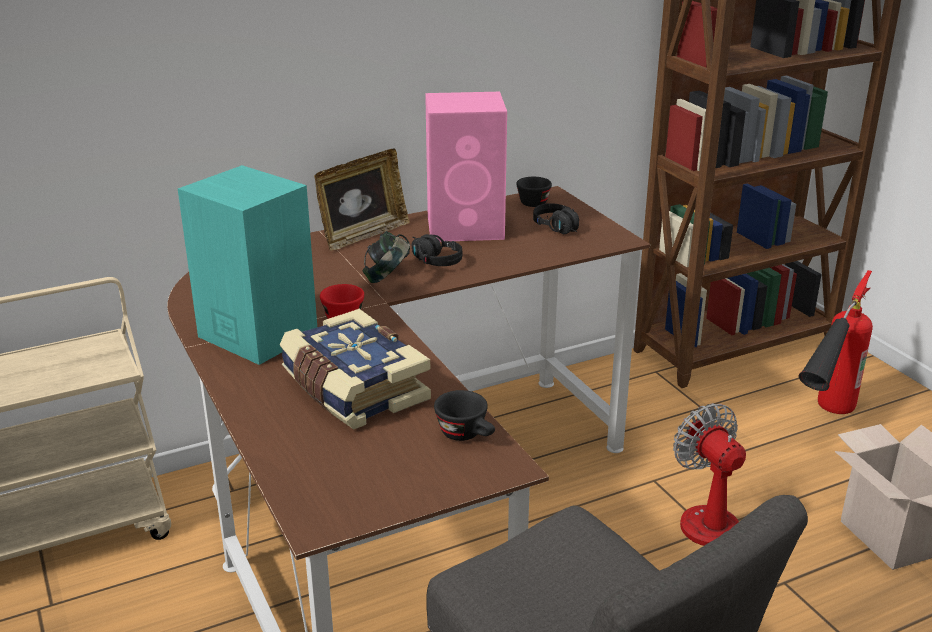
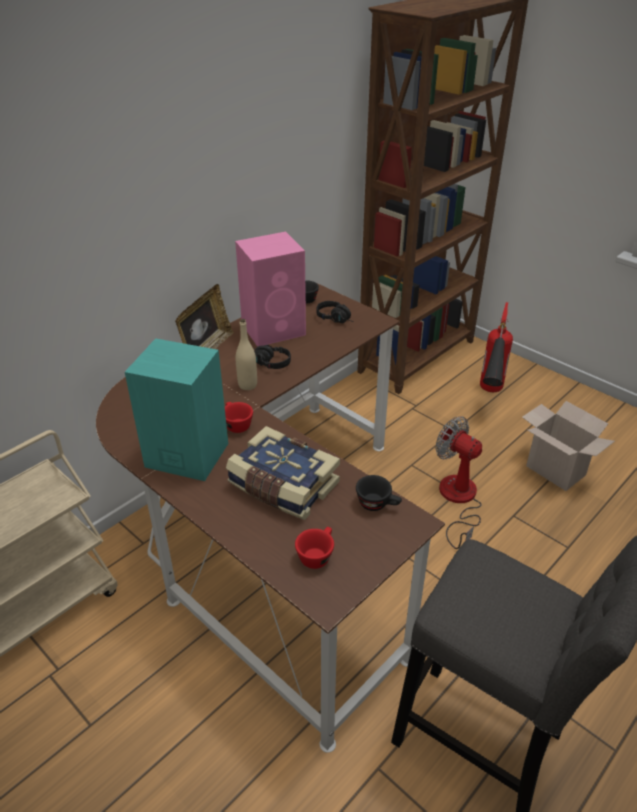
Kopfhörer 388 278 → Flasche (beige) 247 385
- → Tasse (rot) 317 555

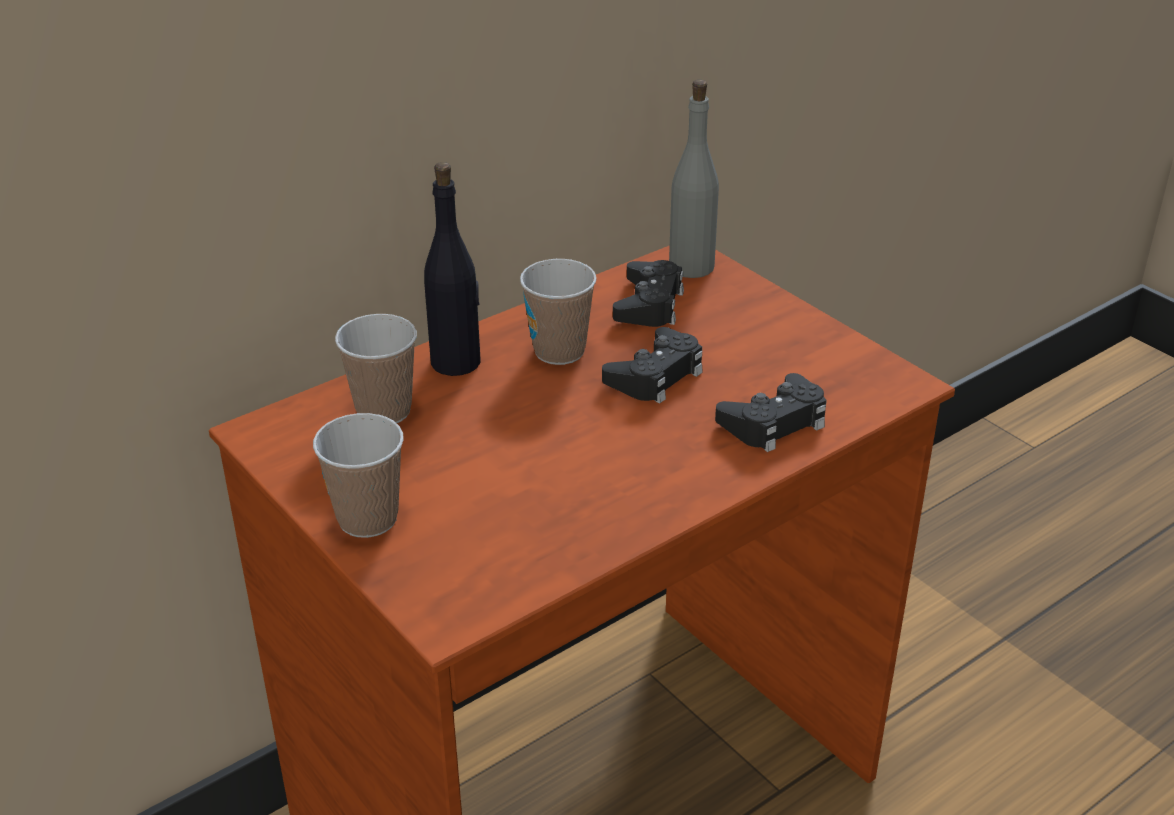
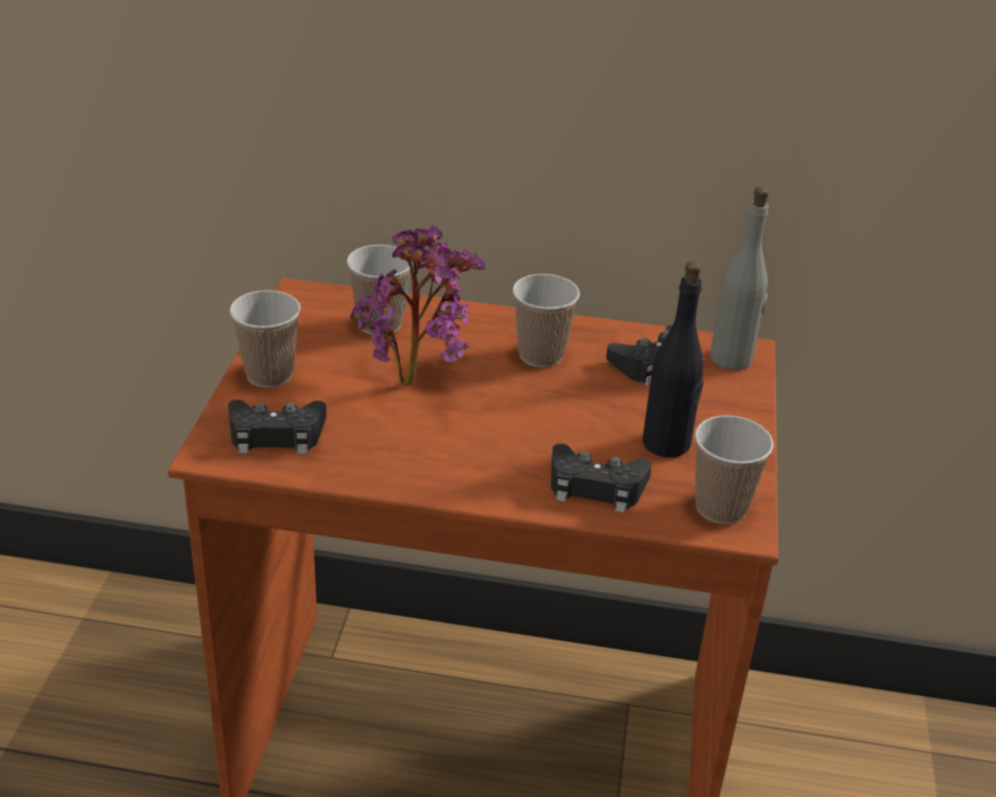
Gamepad (schwarz) 656 375 → Gamepad (schwarz) 276 435, relocated
- → Topfpflanze 419 382
Flasche (schwarz) 456 362 → Flasche (schwarz) 667 444, relocated
- → Tasse 720 507

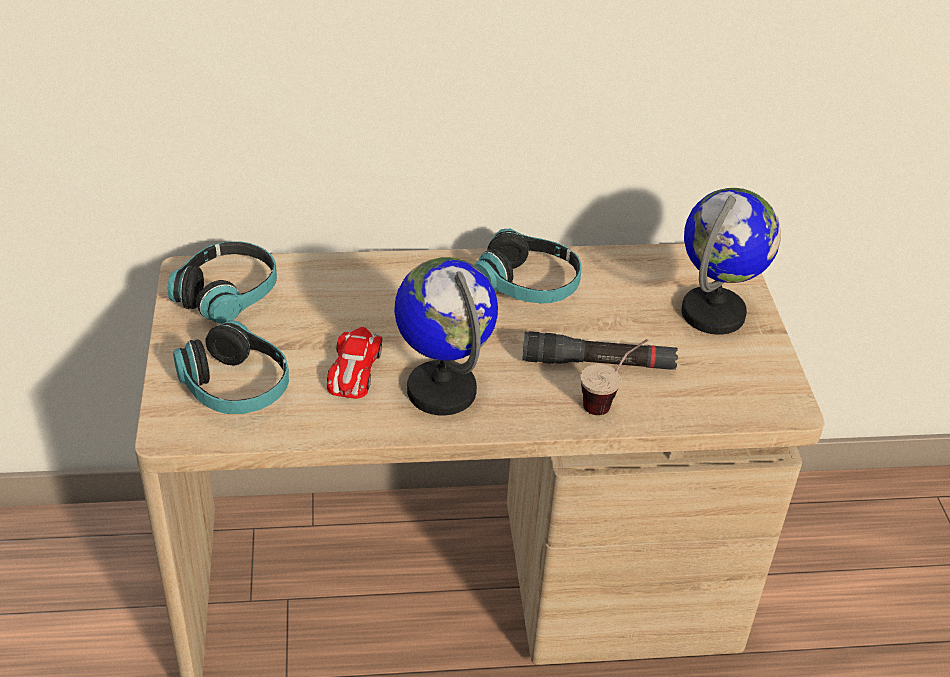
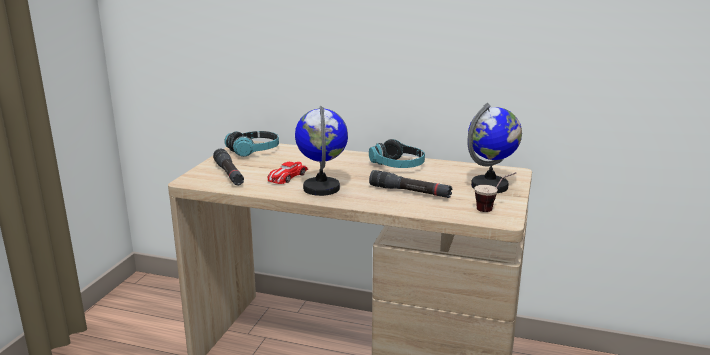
Kopfhörer 235 386 → Taschenlampe (schwarz) 229 174
Tasse 609 401 → Tasse 493 209, relocated

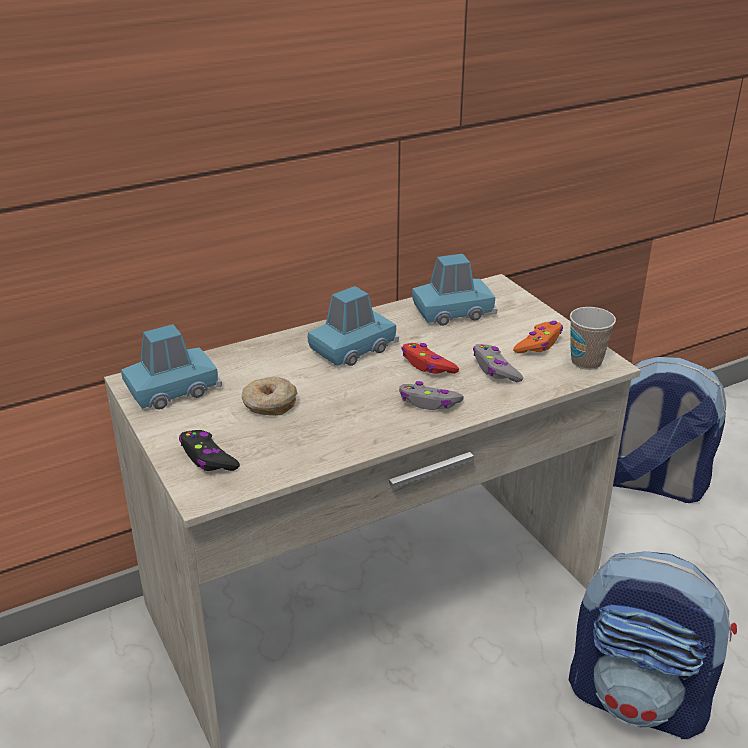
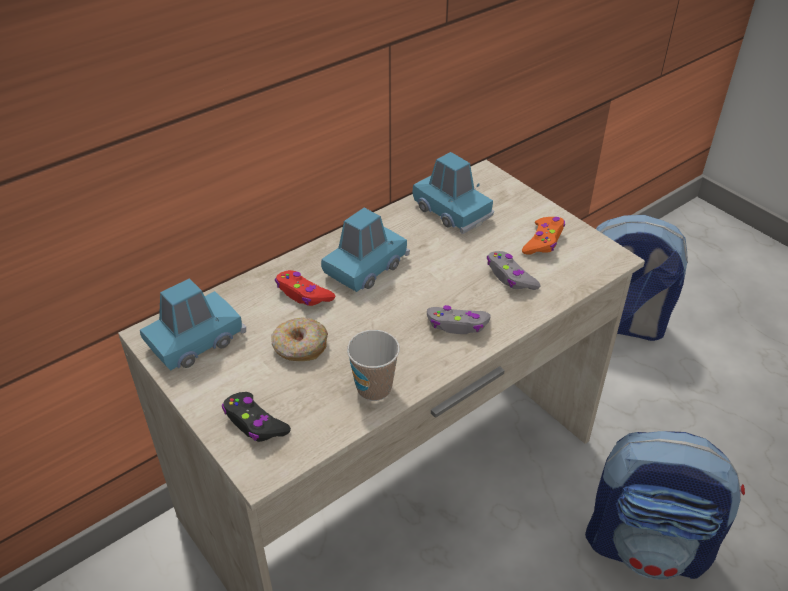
Gamepad (rot) 427 365 → Gamepad (rot) 303 294, relocated
Tasse 586 362 → Tasse 374 388, relocated
Spielzeugauto (blau) 453 312 → Spielzeugauto (blau) 452 211, 75 degrees clockwise

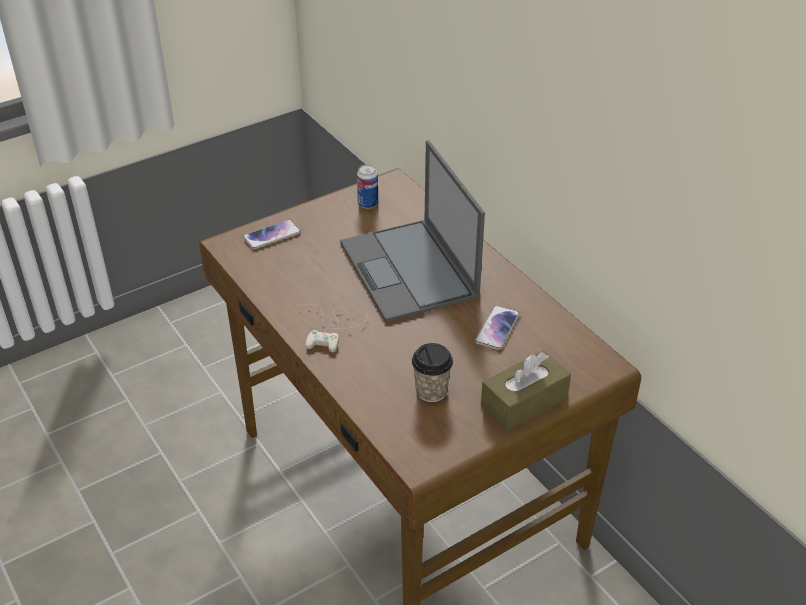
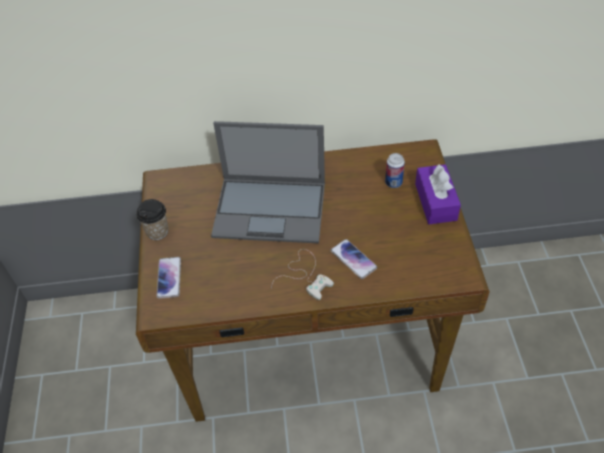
Tasse 431 391 → Tasse 157 231, relocated
Handy 497 328 → Handy 353 259, relocated
Dose 368 204 → Dose 393 183, relocated
Taschentuchbox (braun) 524 402 → Taschentuchbox (lila) 435 202

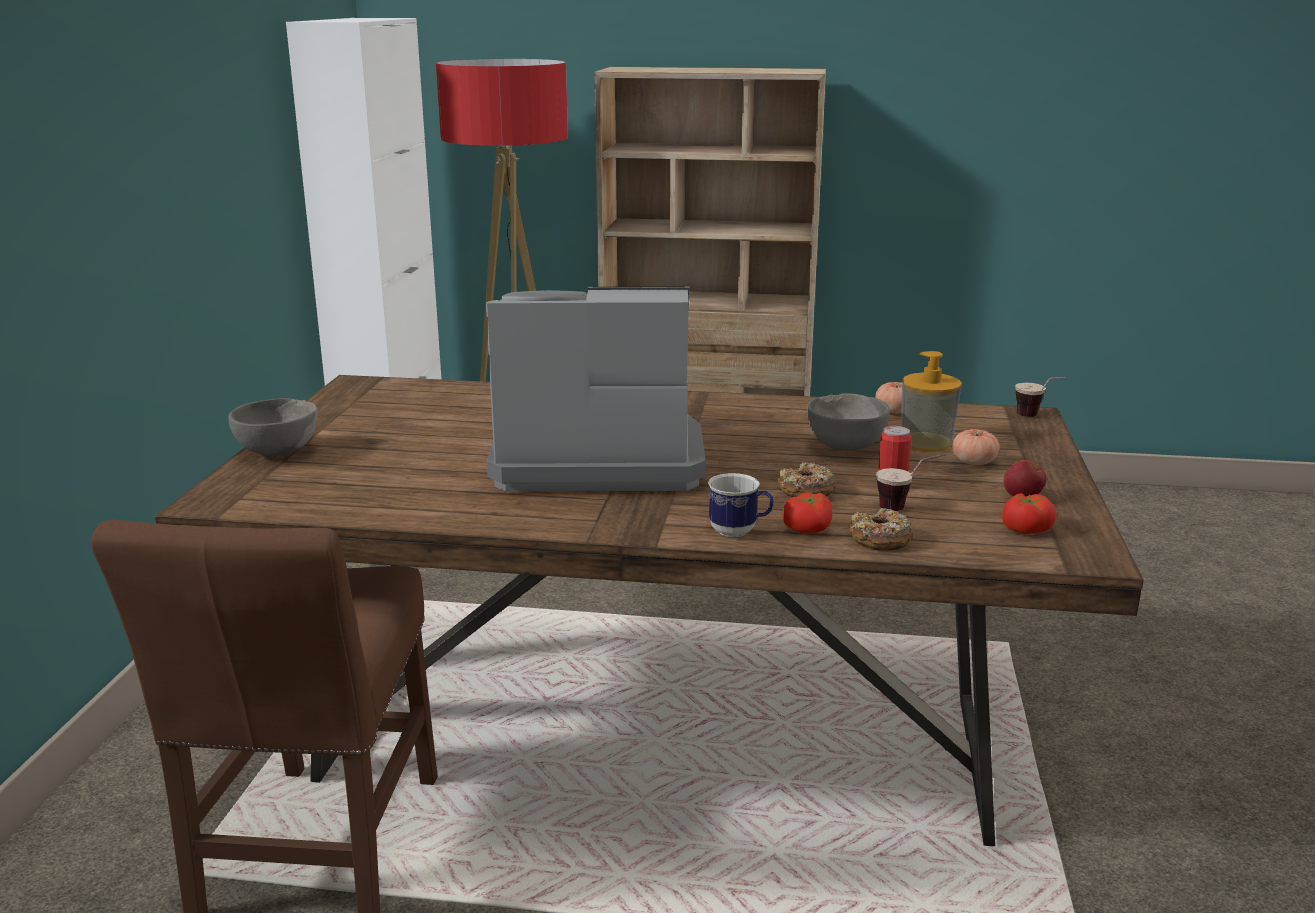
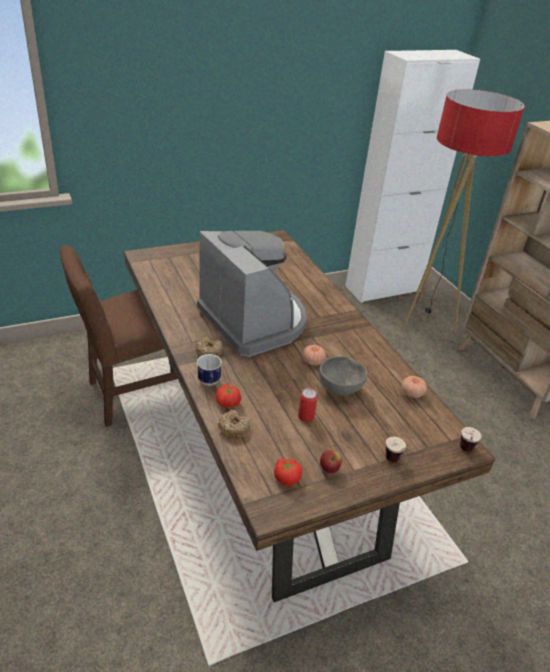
Donut 806 491 → Donut 209 352, relocated
Tomate 974 462 → Tomate 313 361, relocated
Tasse 906 508 → Tasse 396 463, relocated
Schüssel (grau) 279 452 → -
Seifenspender 926 442 → -

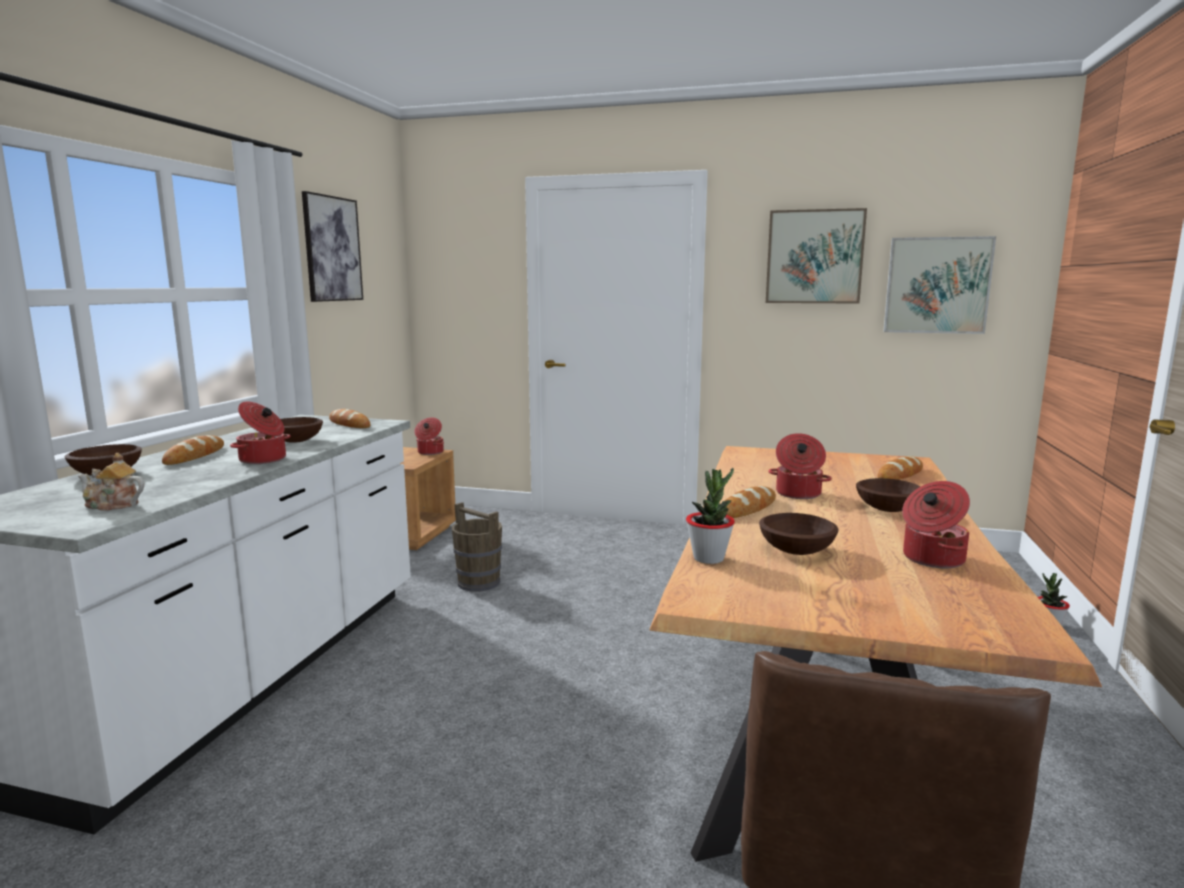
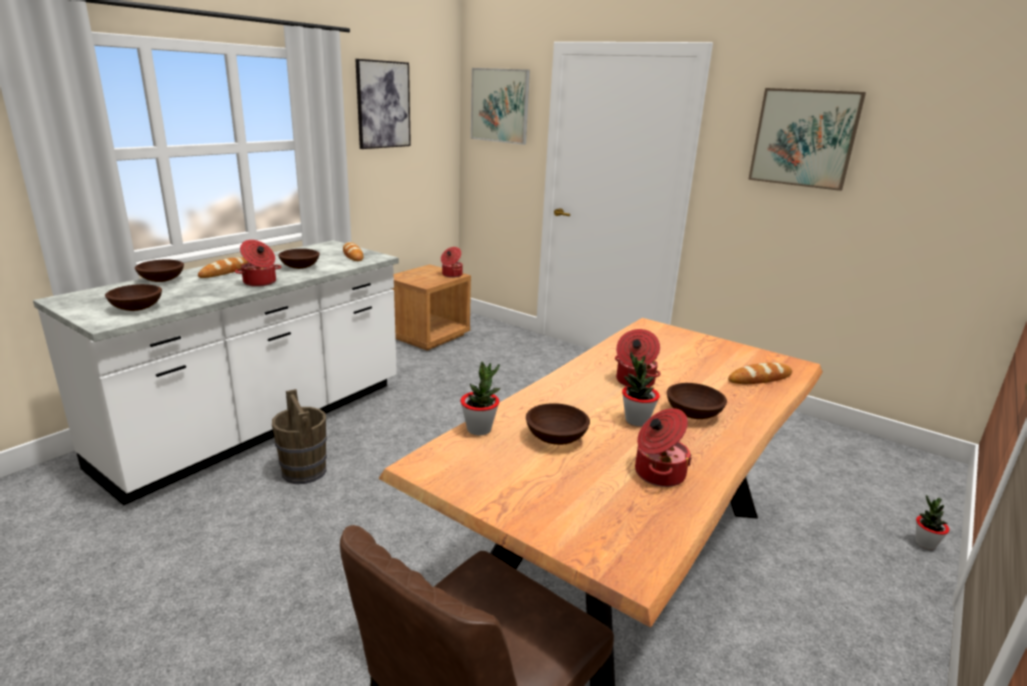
Teekanne 113 505 → Schüssel (braun) 136 308
Eimer (braun) 478 582 → Eimer (braun) 304 471, relocated
Bild 937 285 → Bild 499 105, relocated
- → Topfpflanze 636 420
Brot 747 508 → -

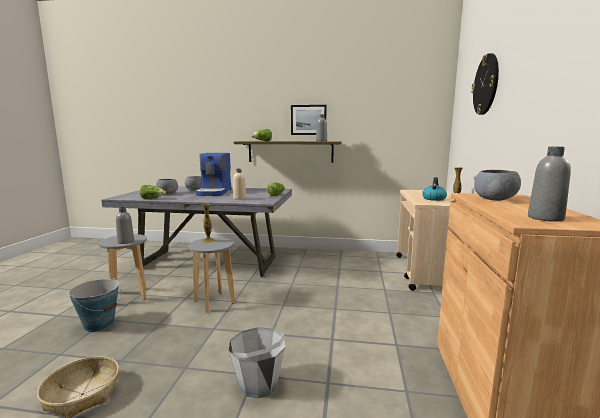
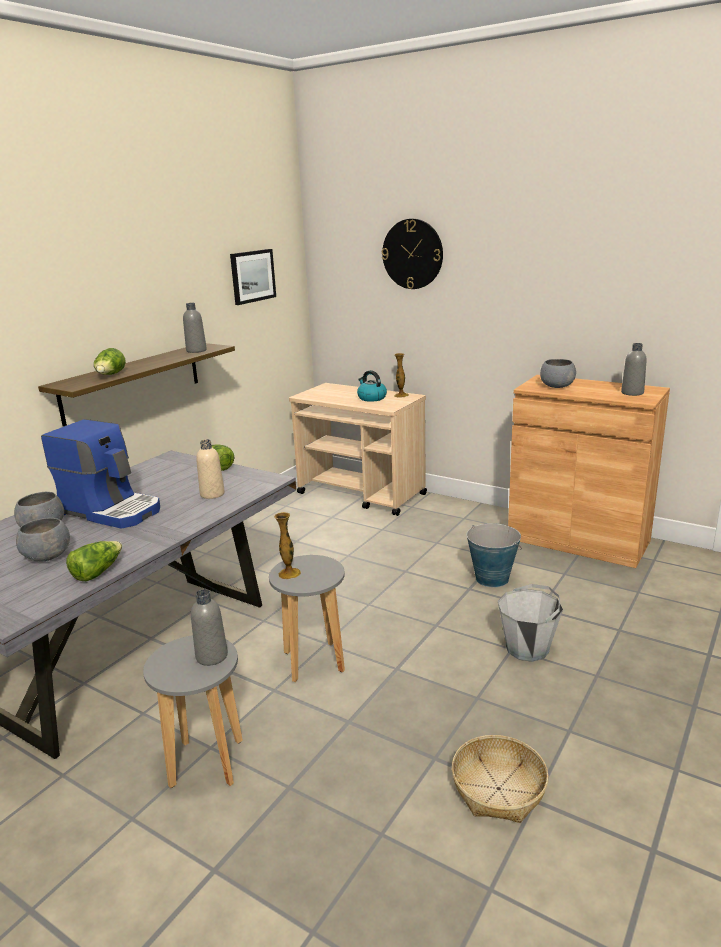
Bild 308 120 → Bild 252 276, relocated
Eimer 99 324 → Eimer 491 578, relocated

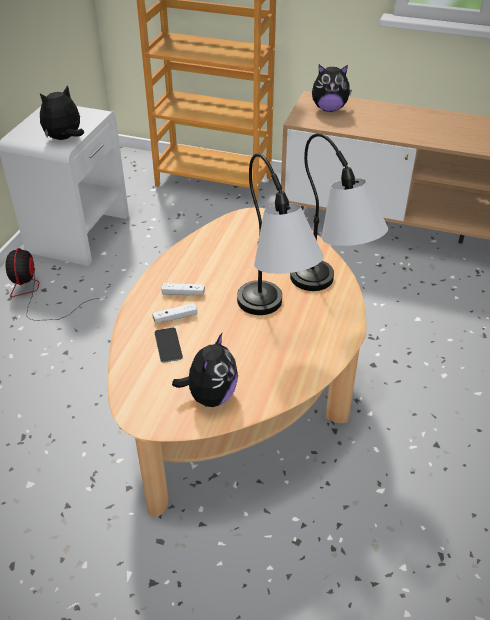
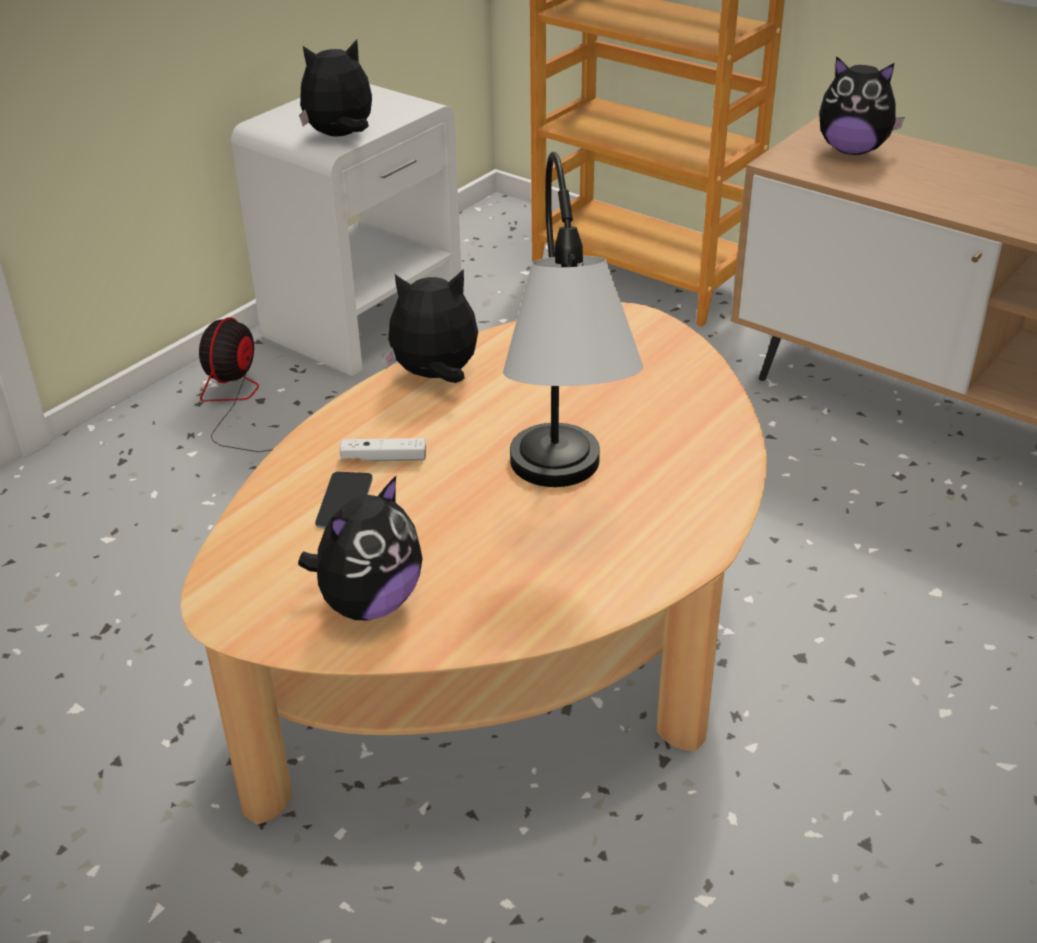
- → Plüschtier 435 376
Gamepad (weiß) 183 293 → -
Tischlampe 330 293 → -

